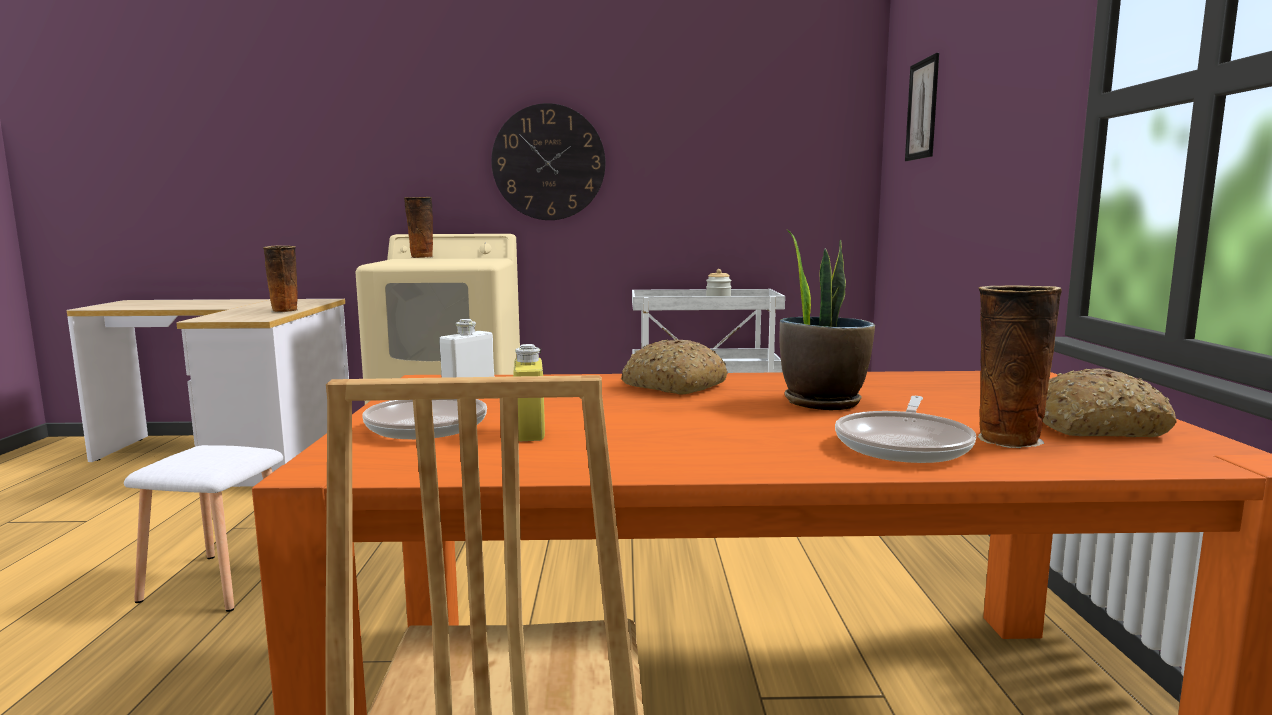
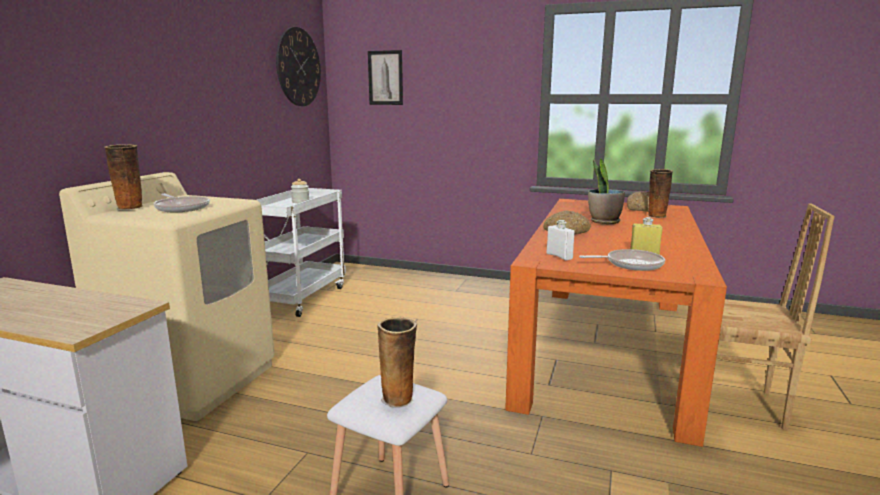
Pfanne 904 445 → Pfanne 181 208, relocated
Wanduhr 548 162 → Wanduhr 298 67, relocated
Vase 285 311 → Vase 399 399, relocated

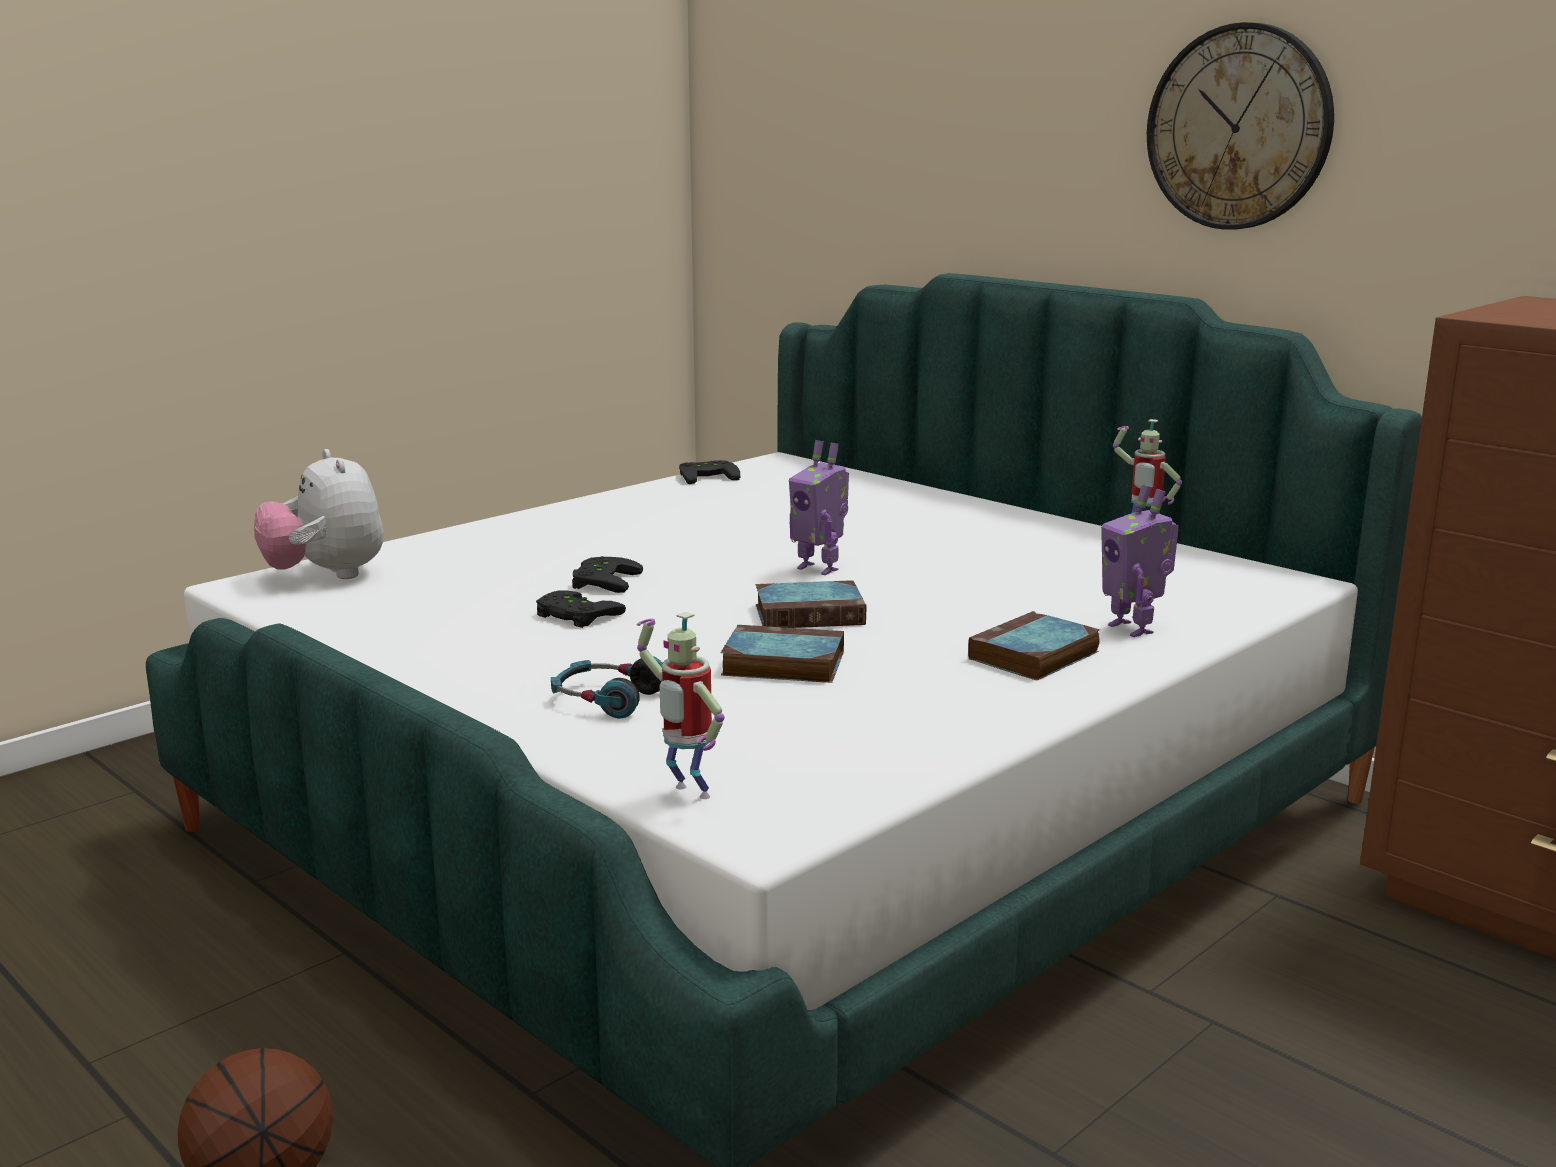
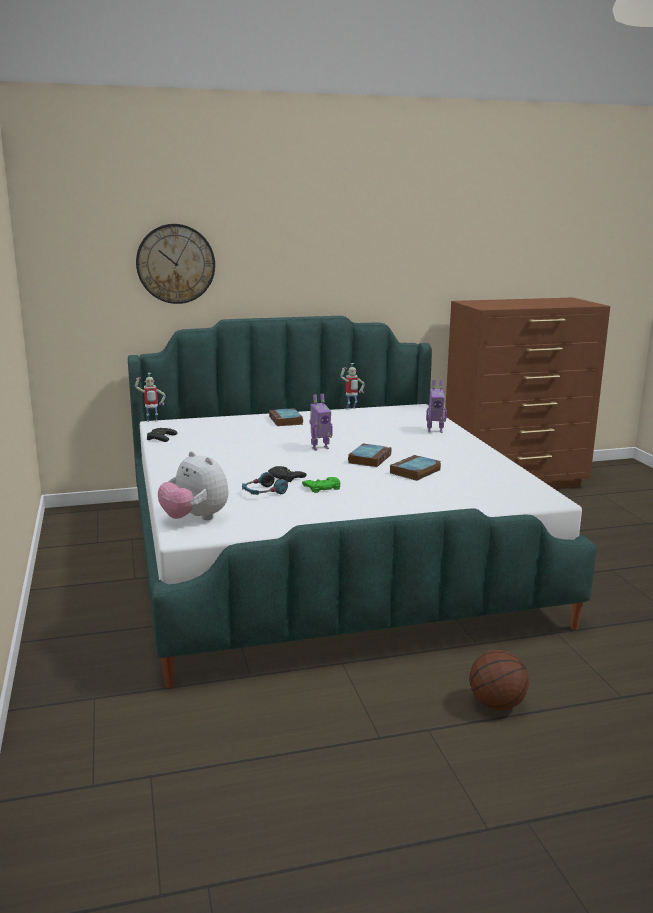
Spielzeugroboter 687 793 → Spielzeugroboter 152 421, relocated
Wanduhr 1239 127 → Wanduhr 175 264, relocated
Plüschtier 326 575 → Plüschtier 195 518, 45 degrees clockwise
Kopfhörer 606 699 → Kopfhörer 263 492, relocated
Buch 1033 656 → Buch 286 421, relocated
Gamepad (schwarz) 574 616 → Gamepad (grün) 322 488

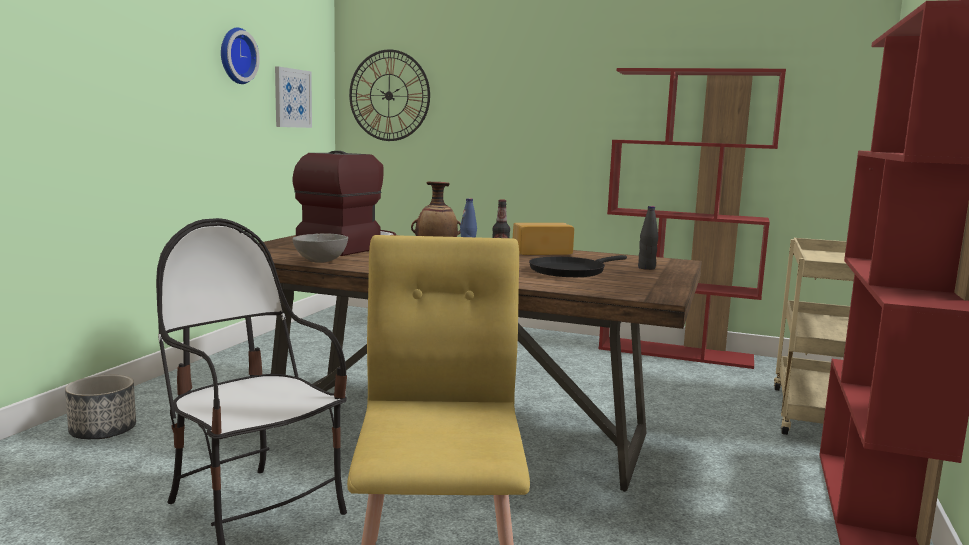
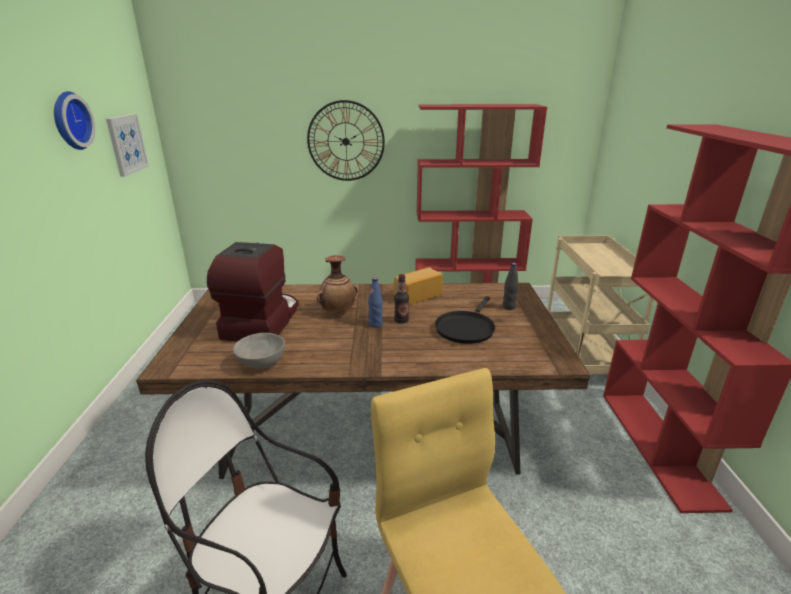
Wanduhr 389 95 → Wanduhr 346 141, relocated
Pflanzkübel 103 431 → -

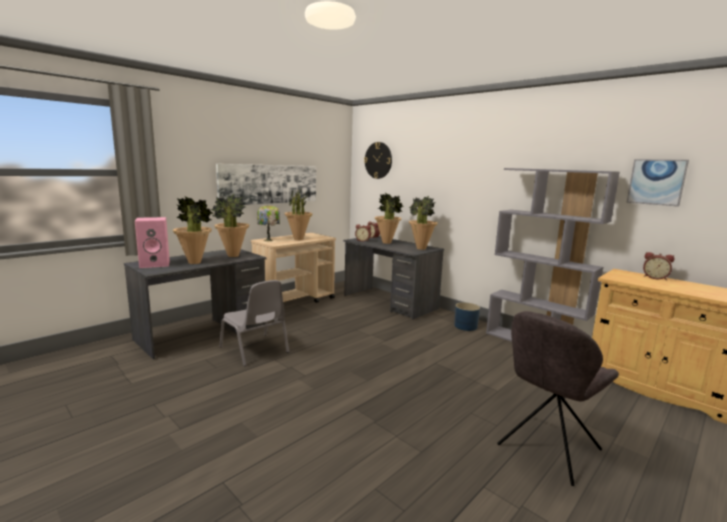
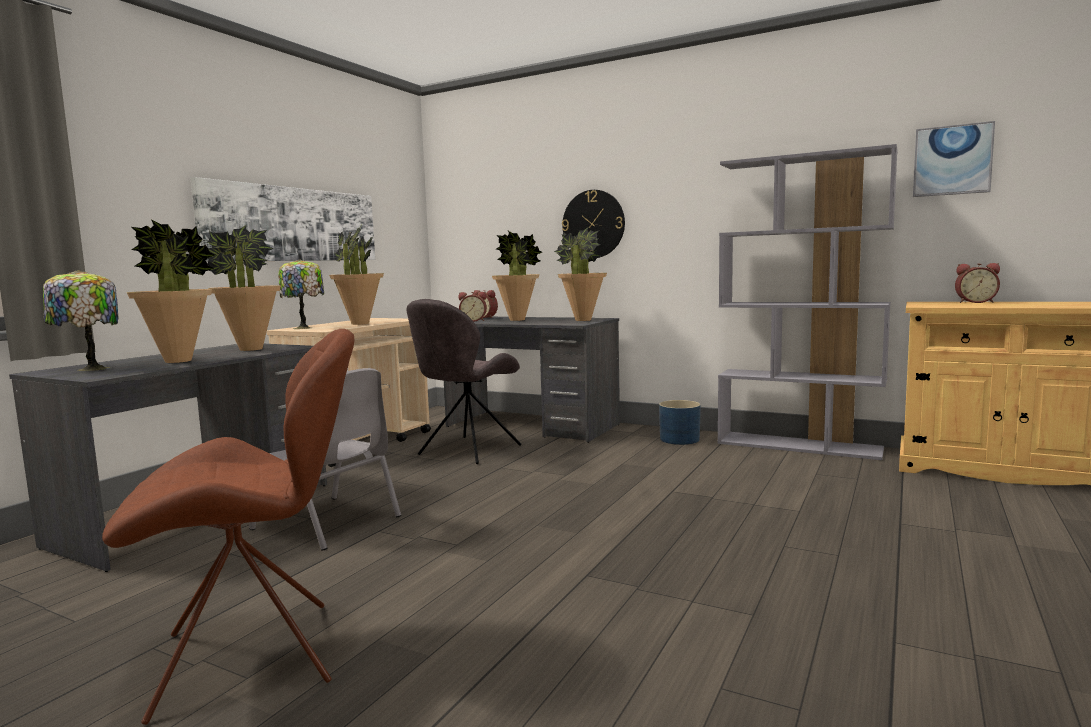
Lautsprecher (rosa) 155 264 → Tischlampe 90 369
- → Stuhl (braun) 256 656
Stuhl (grau) 547 449 → Stuhl (grau) 467 451, relocated
Wanduhr 378 160 → Wanduhr 593 224, relocated

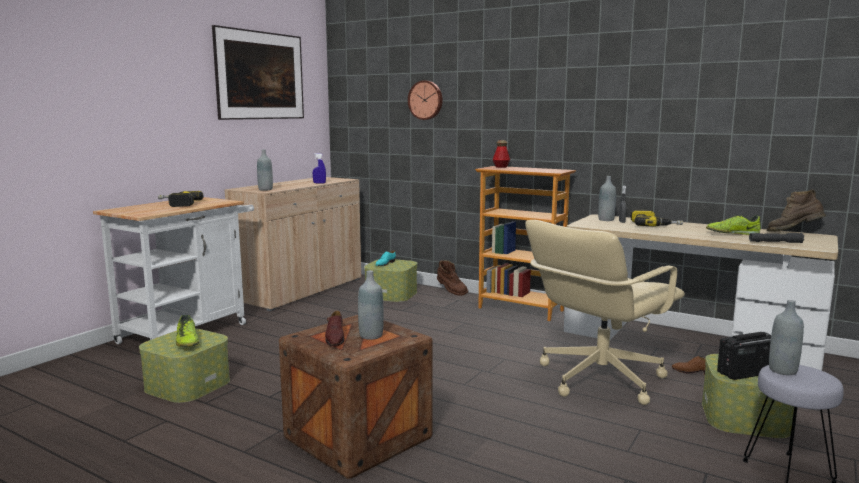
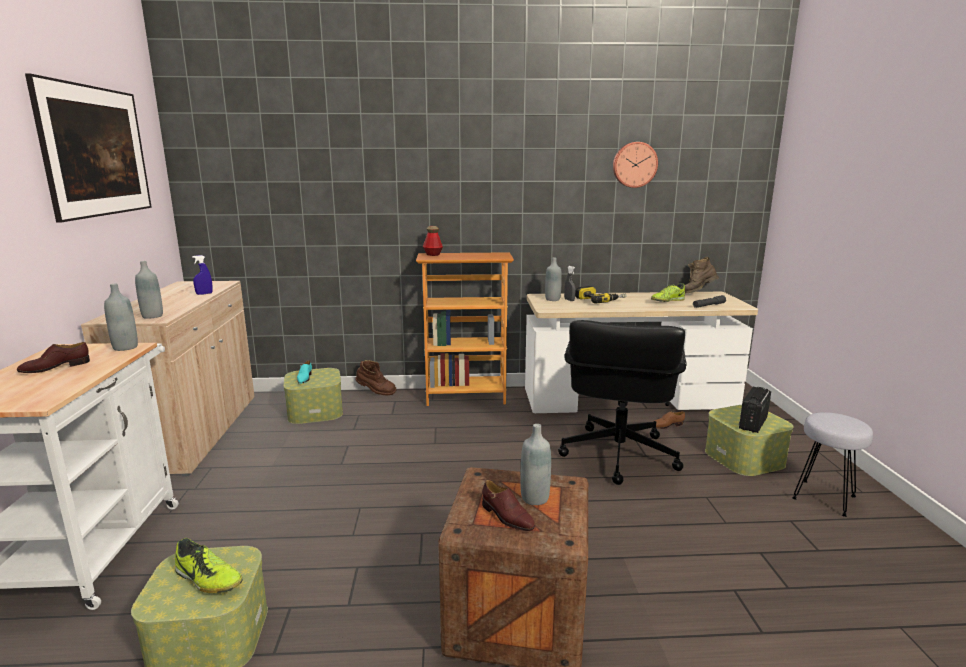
Bohrmaschine 177 204 → Schuh (braun) 55 367
Flasche (grau) 782 370 → Flasche (grau) 125 347, relocated
Bürostuhl (beige) 598 378 → Bürostuhl (schwarz) 617 455
Wanduhr 426 100 → Wanduhr 634 164, relocated

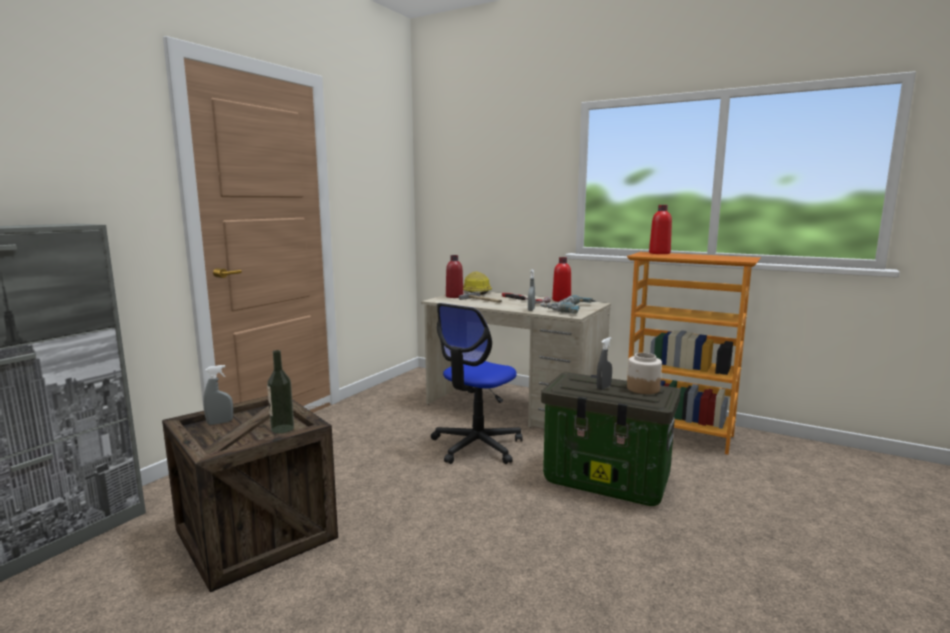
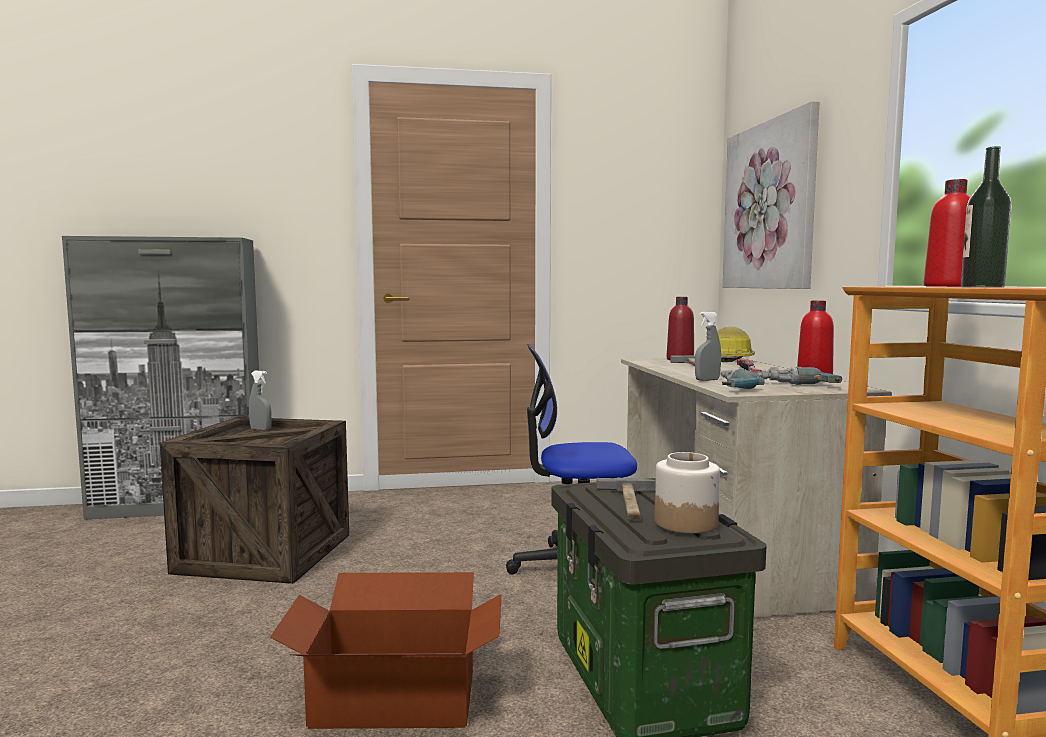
- → Karton 396 700
Sprühflasche (grau) 603 387 → Hammer 632 504
- → Bild 769 206
Flasche 282 429 → Flasche 982 287, relocated

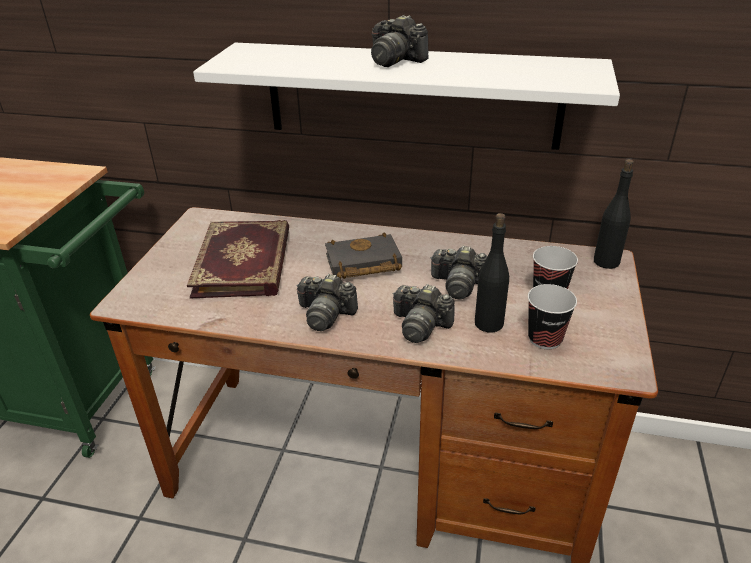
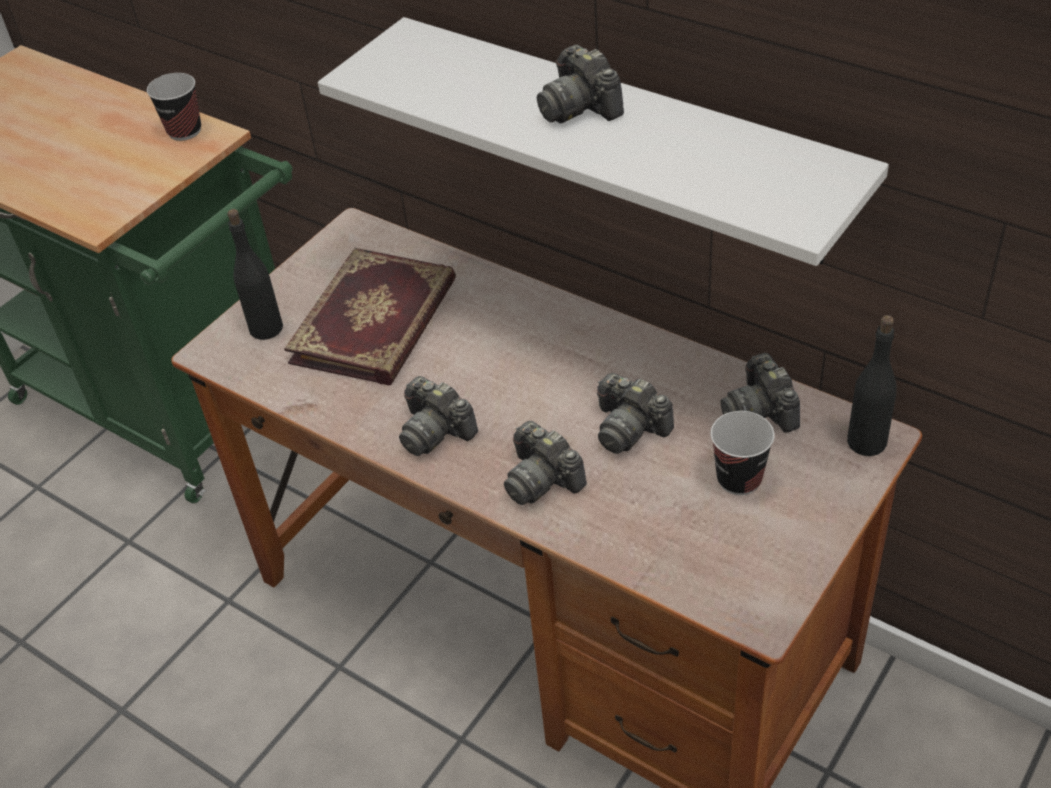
Tasse 545 339 → Tasse 184 131, relocated
Flasche (schwarz) 488 323 → Flasche (schwarz) 266 328, relocated
- → Kamera 760 411
Buch (schwarz) 362 263 → -

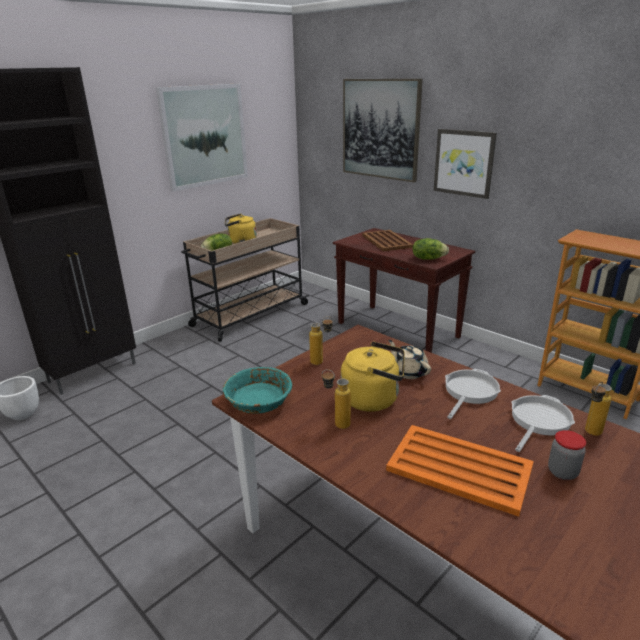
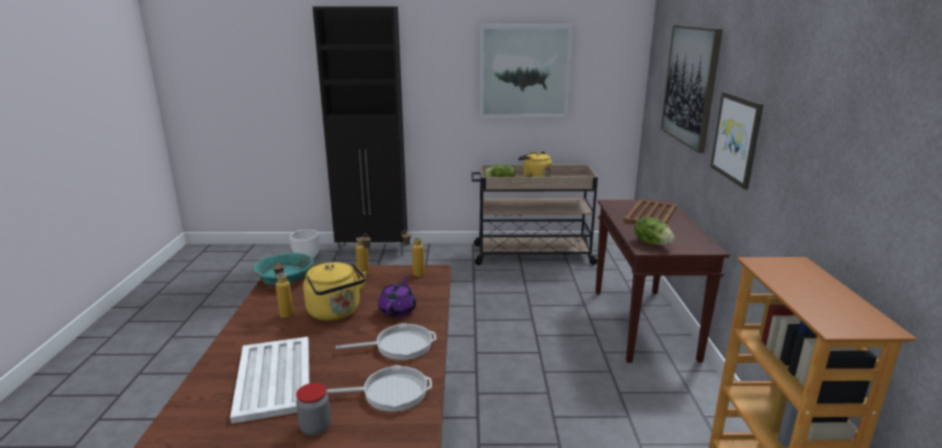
Tablett (orange) 460 469 → Tablett (weiß) 273 379
Teekanne (beige) 408 371 → Teekanne (lila) 398 310
Flasche 590 434 → Flasche 413 274, relocated

